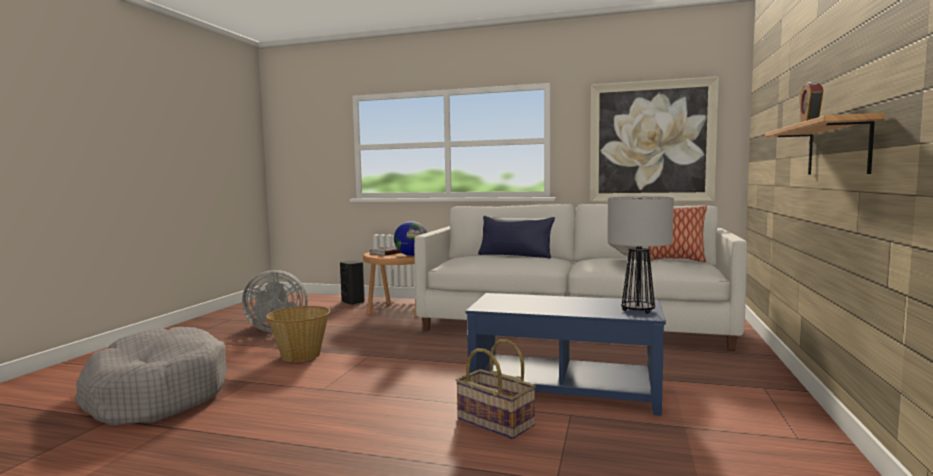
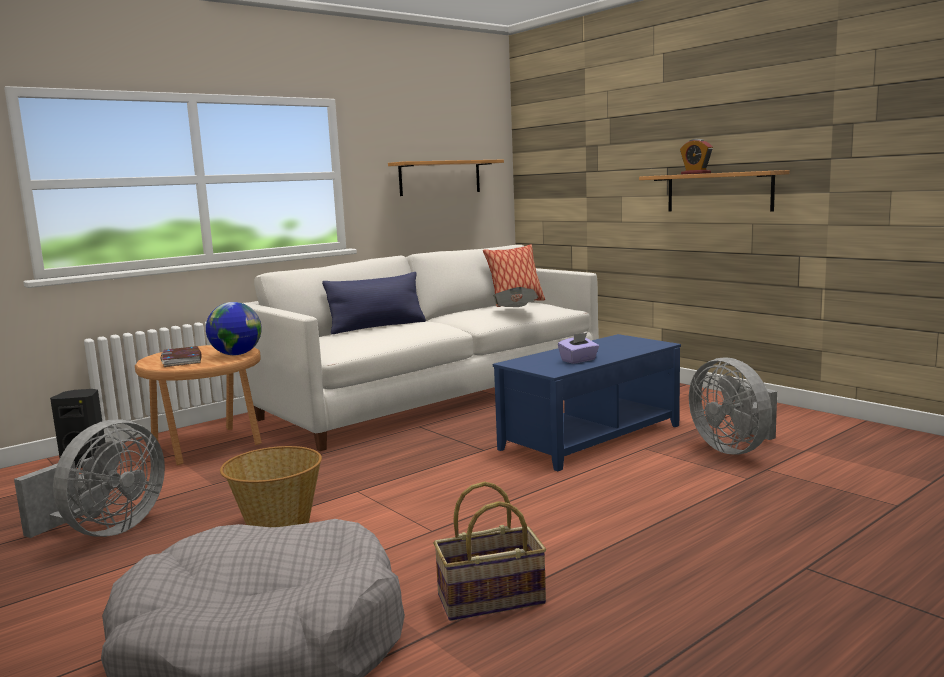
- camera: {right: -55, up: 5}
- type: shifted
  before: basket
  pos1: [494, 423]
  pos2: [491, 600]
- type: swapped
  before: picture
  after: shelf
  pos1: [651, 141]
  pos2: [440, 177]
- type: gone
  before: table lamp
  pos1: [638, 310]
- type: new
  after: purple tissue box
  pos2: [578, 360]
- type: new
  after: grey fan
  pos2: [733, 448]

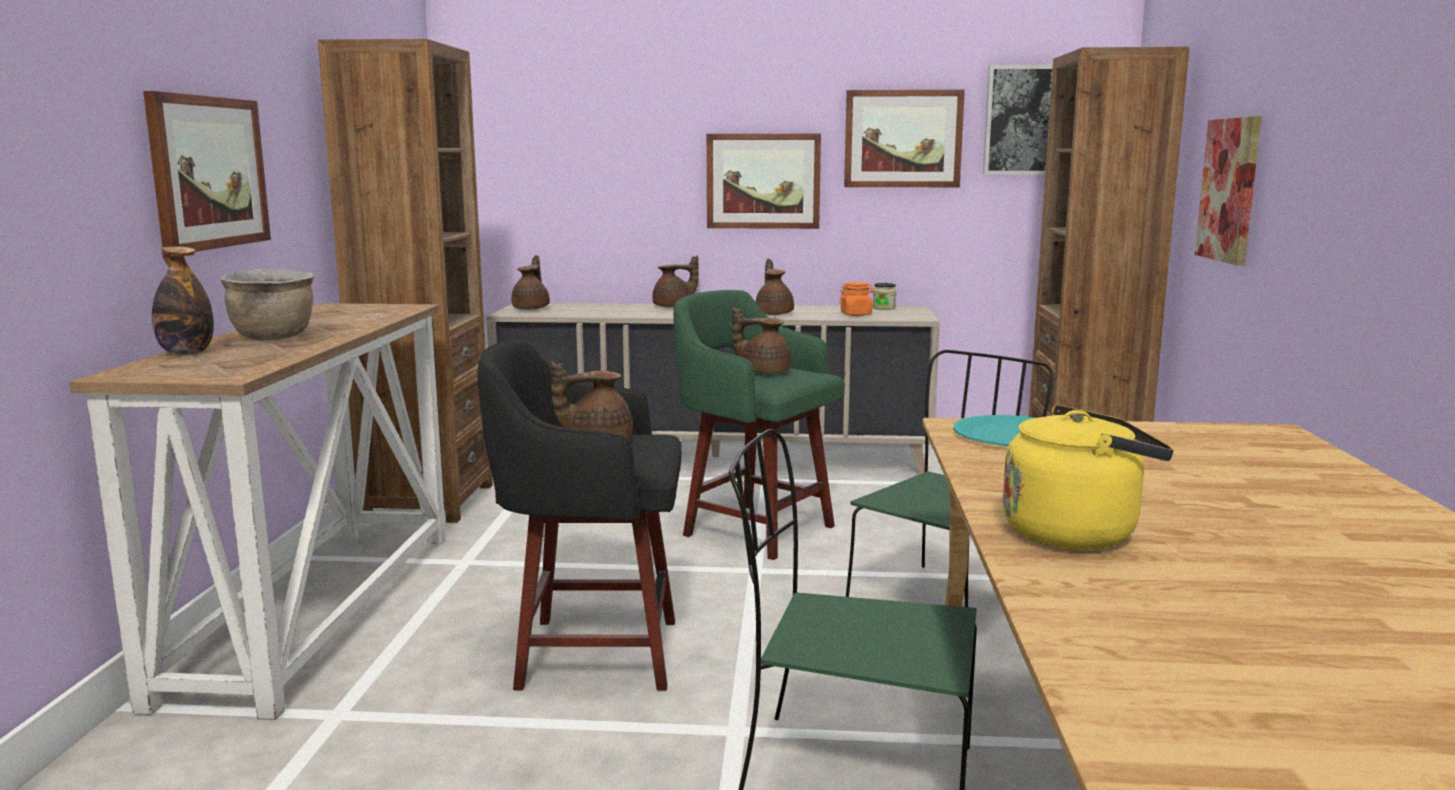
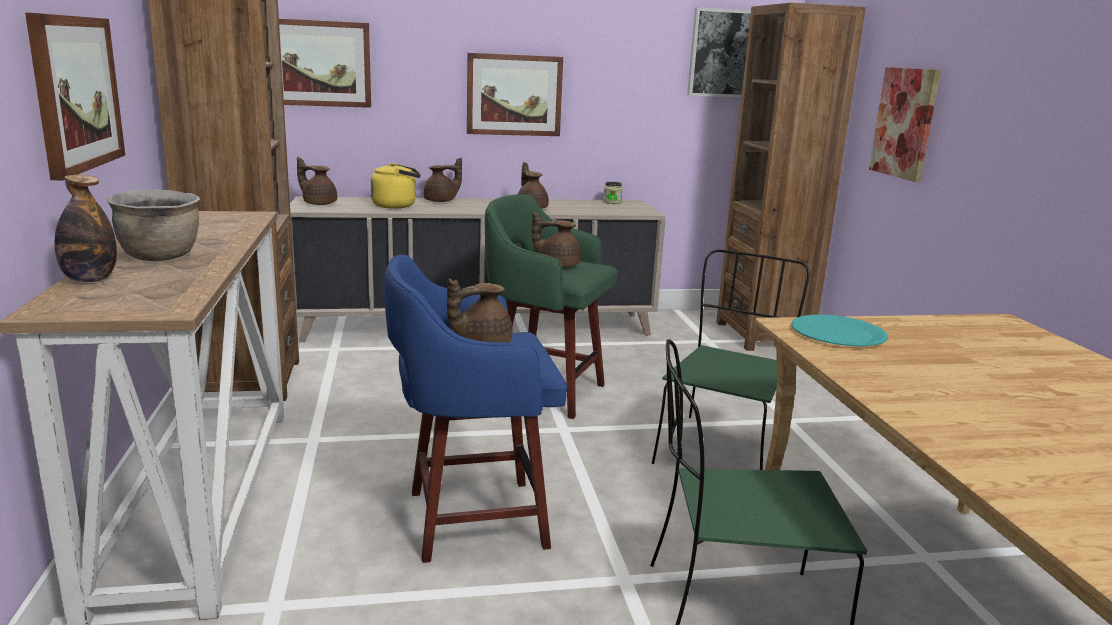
- camera: {right: -15, up: 5}
- type: repainted
  before: black stool
  after: blue stool
  pos1: [591, 653]
  pos2: [470, 520]
- type: rotated
  before: brown teapot
  pos1: [532, 308]
  pos2: [319, 203]
  turn: -60
- type: gone
  before: orange jar
  pos1: [856, 314]
- type: shifted
  before: picture
  pos1: [903, 139]
  pos2: [319, 63]
- type: shifted
  before: yellow kettle
  pos1: [1076, 533]
  pos2: [397, 205]

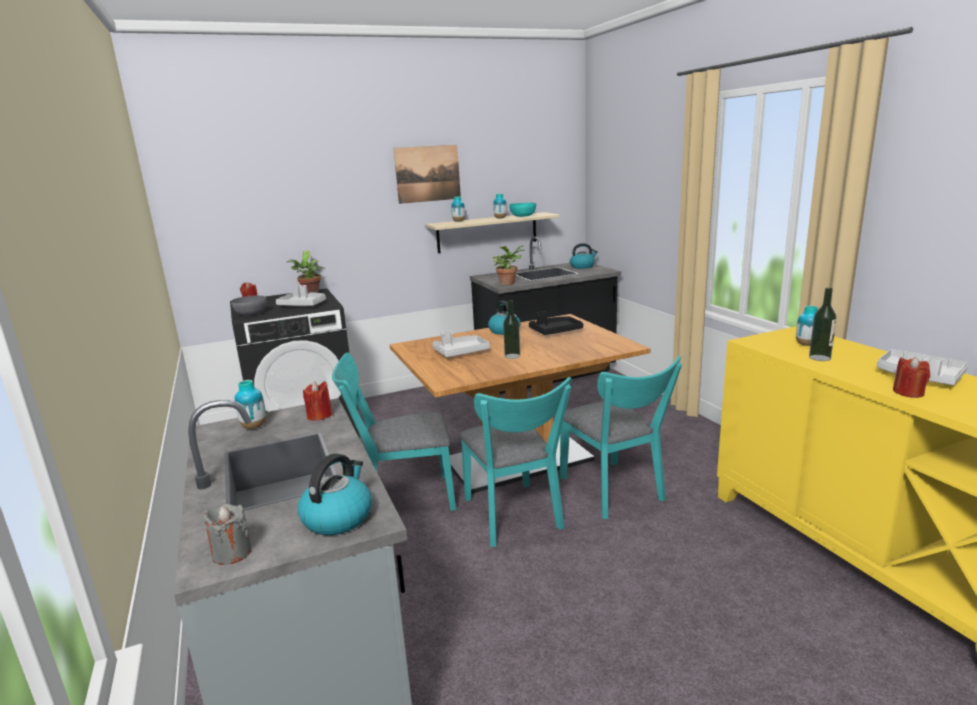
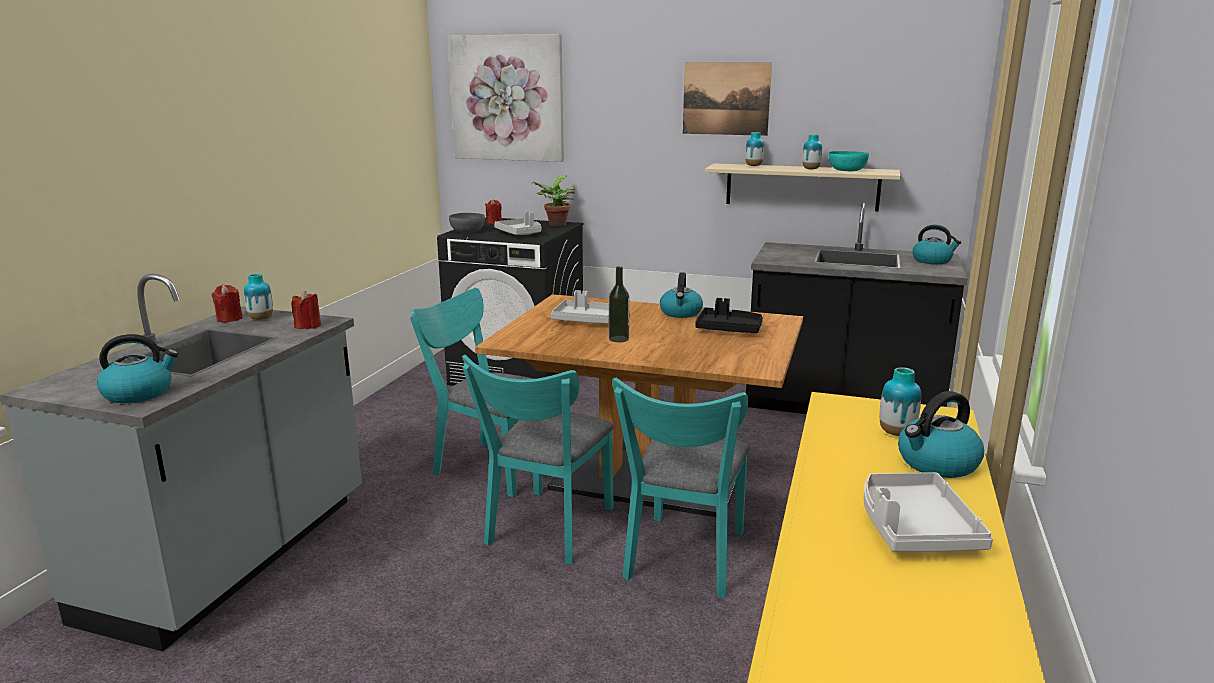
- camera: {right: 40, up: 0}
- type: gone
  before: grey candle
  pos1: [232, 553]
- type: gone
  before: potted plant
  pos1: [508, 283]
- type: gone
  before: bottle
  pos1: [819, 358]
- type: shifted
  before: red candle
  pos1: [908, 392]
  pos2: [229, 319]
- type: new
  after: picture
  pos2: [507, 98]
- type: new
  after: kettle
  pos2: [937, 464]

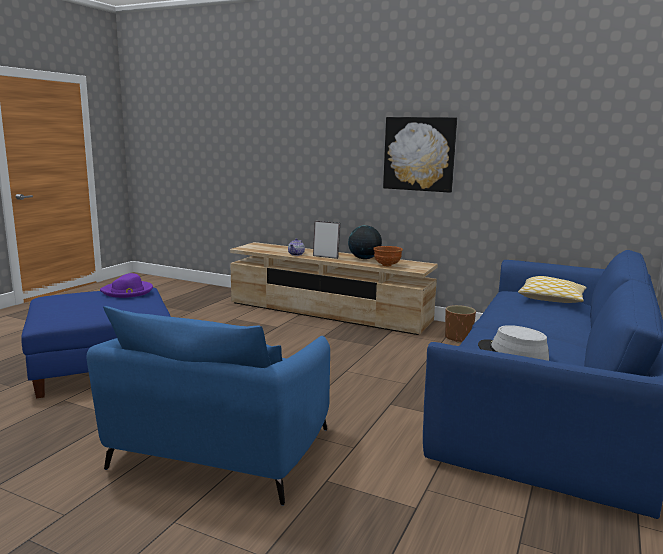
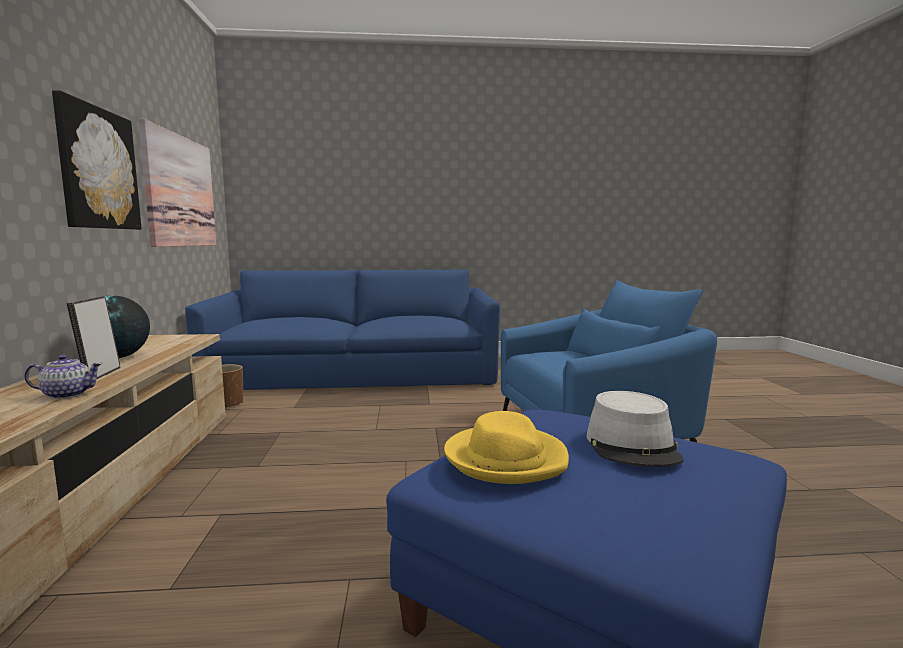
- camera: {right: -120, up: -5}
- type: repainted
  before: purple hat
  after: yellow hat
  pos1: [128, 291]
  pos2: [506, 458]
- type: gone
  before: brown bowl
  pos1: [387, 265]
- type: shifted
  before: grey hat
  pos1: [512, 353]
  pos2: [632, 446]
- type: gone
  before: pillow
  pos1: [551, 299]
- type: new
  after: picture
  pos2: [180, 191]

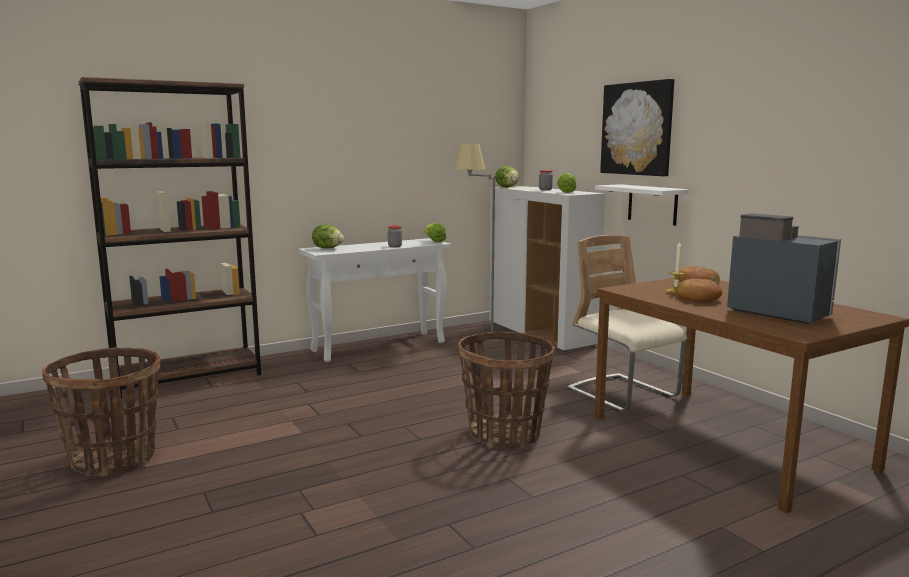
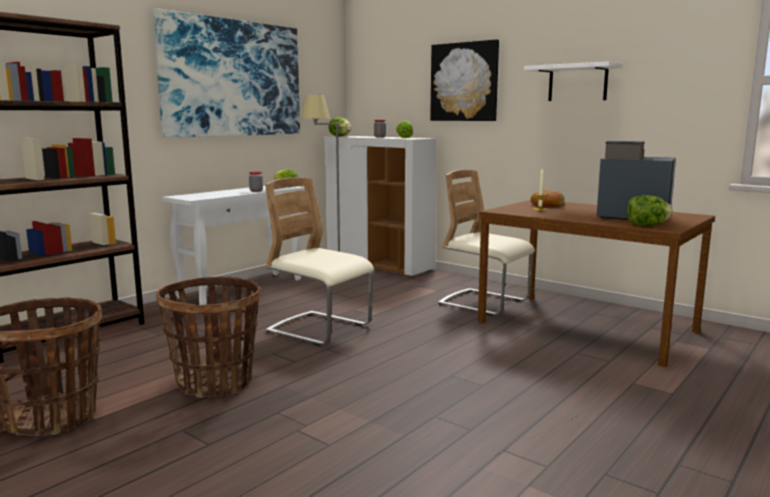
- camera: {right: -20, up: 0}
- type: shifted
  before: lettuce
  pos1: [328, 248]
  pos2: [646, 226]
- type: shifted
  before: basket
  pos1: [505, 434]
  pos2: [215, 382]
- type: shifted
  before: white shelf
  pos1: [652, 204]
  pos2: [577, 83]
- type: gone
  before: bread
  pos1: [698, 298]
- type: new
  after: picture
  pos2: [232, 78]
- type: new
  after: beige chair
  pos2: [319, 329]

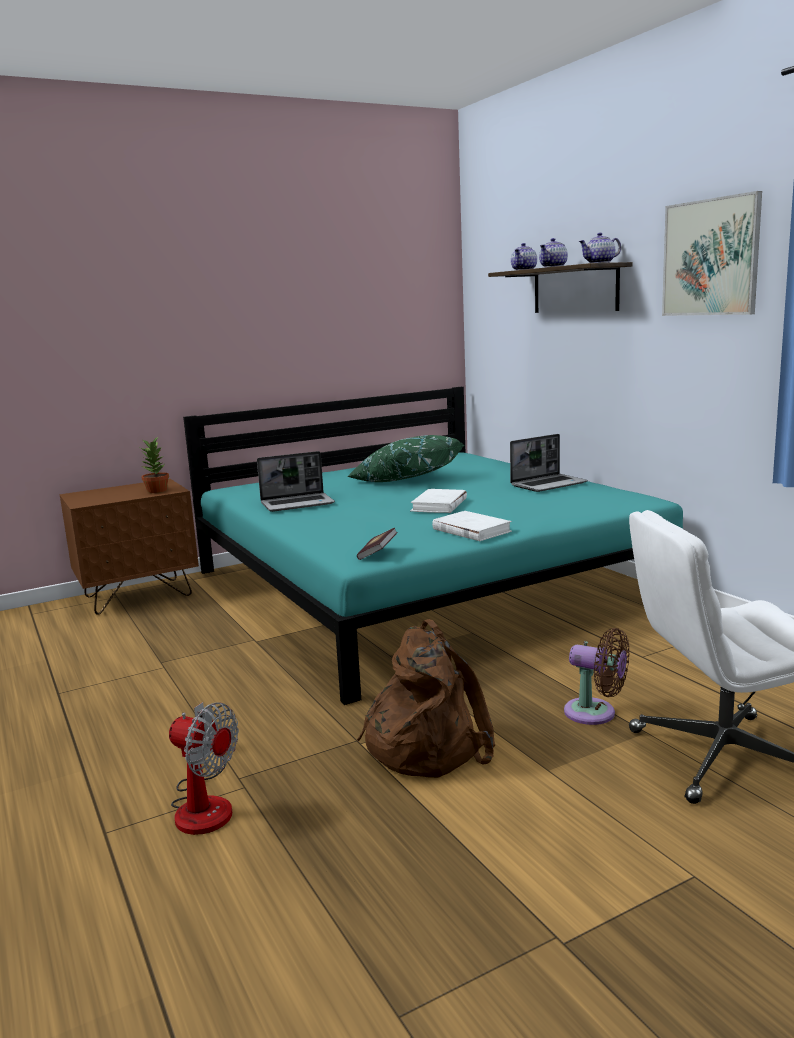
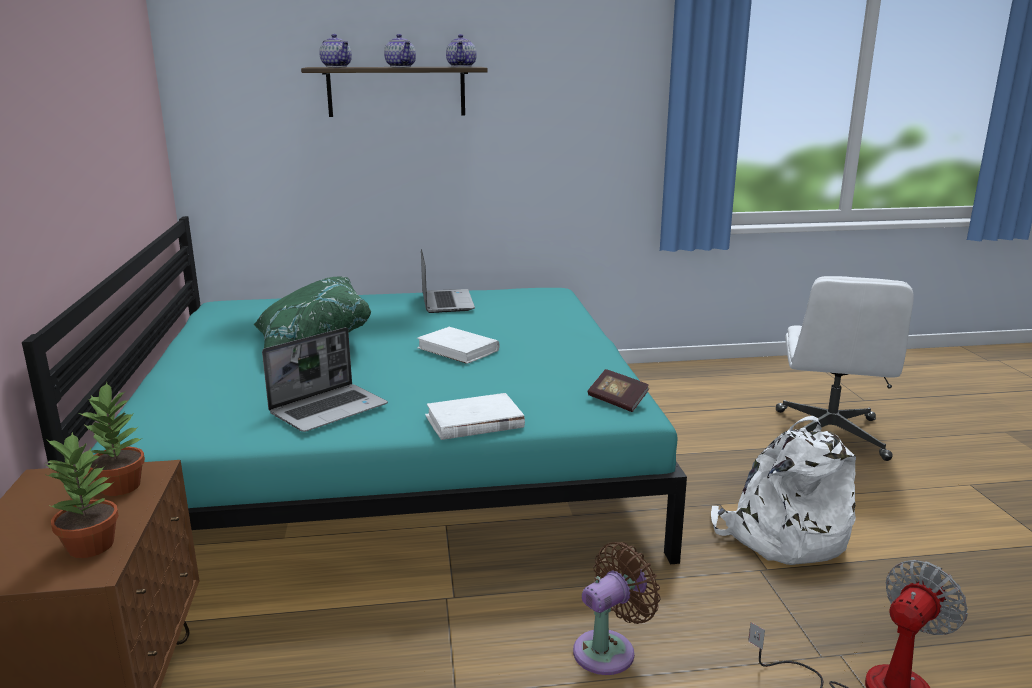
- camera: {right: -70, up: 5}
- type: rotated
  before: laptop
  pos1: [298, 504]
  pos2: [329, 409]
  turn: 45
- type: repainted
  before: brown backpack
  after: white backpack
  pos1: [426, 745]
  pos2: [781, 536]
- type: shifted
  before: white book
  pos1: [471, 530]
  pos2: [474, 422]
- type: shifted
  before: brown fan
  pos1: [595, 713]
  pos2: [609, 650]
- type: gone
  before: picture
  pos1: [710, 257]
- type: new
  after: potted plant
  pos2: [90, 545]

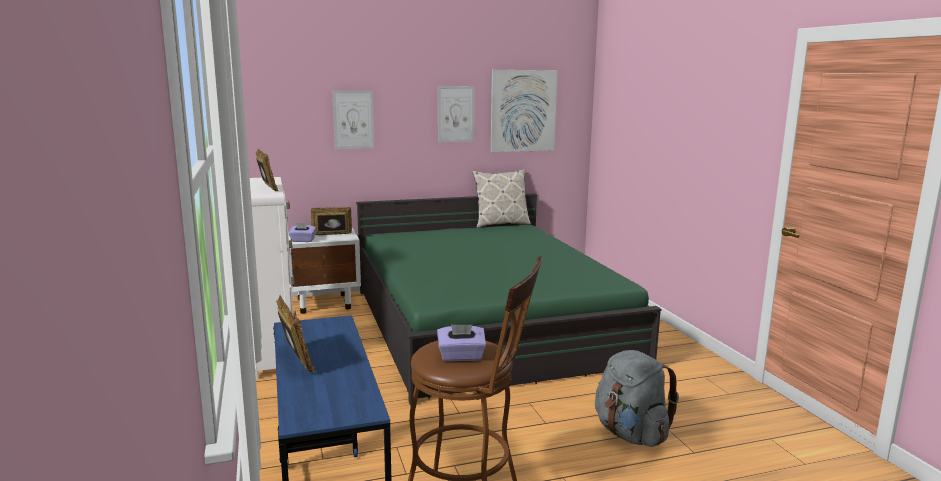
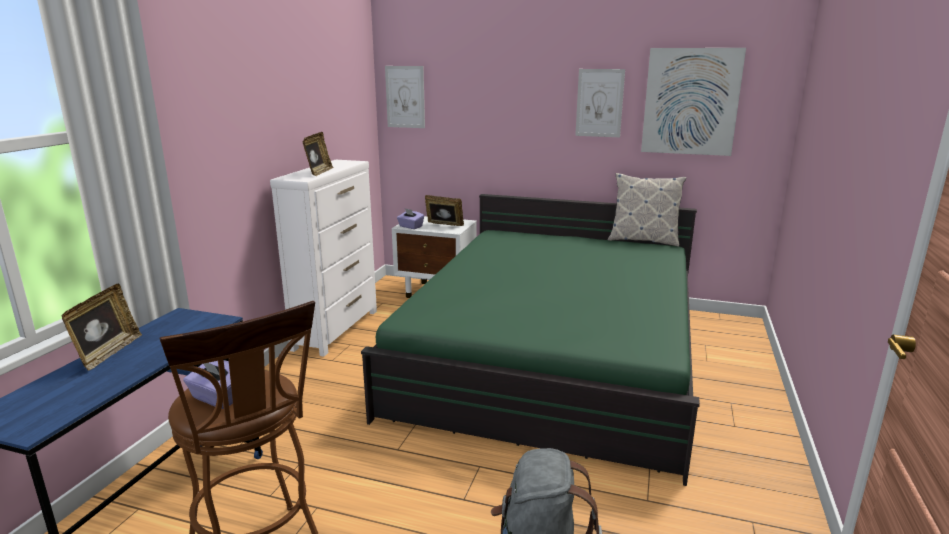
- camera: {right: 35, up: 5}
- type: shifted
  before: picture
  pos1: [353, 119]
  pos2: [405, 97]

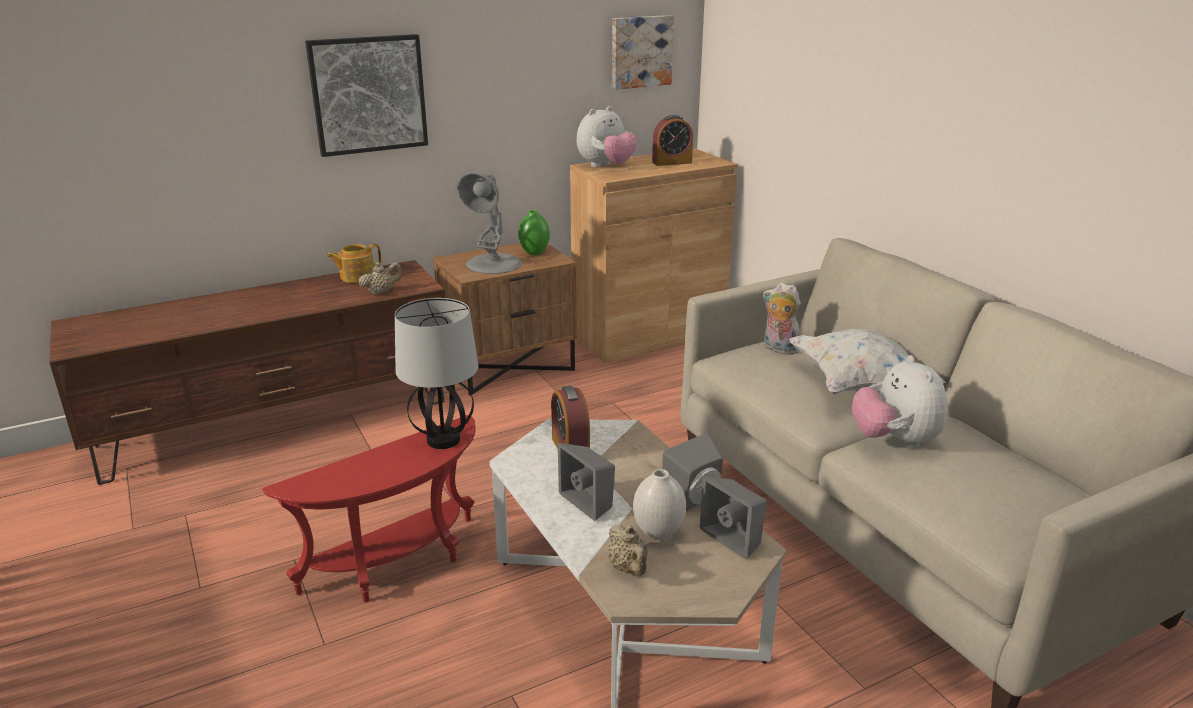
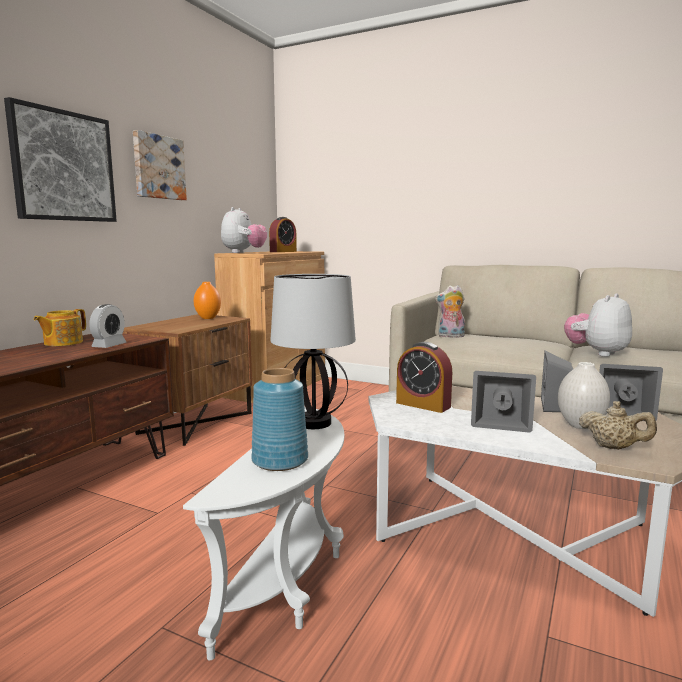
- camera: {right: -35, up: -15}
- type: repainted
  before: red side table
  after: white side table
  pos1: [398, 566]
  pos2: [290, 582]
- type: swapped
  before: beige teapot
  after: alarm clock
  pos1: [382, 292]
  pos2: [109, 346]
- type: gone
  before: grey table lamp
  pos1: [493, 264]
- type: repainted
  before: green vase
  after: orange vase
  pos1: [534, 253]
  pos2: [207, 318]
- type: shifted
  before: picture
  pos1: [640, 51]
  pos2: [158, 167]
- type: gone
  before: white pillow
  pos1: [858, 384]
- type: rotated
  before: plush toy
  pos1: [895, 441]
  pos2: [597, 353]
  turn: 90
- type: new
  after: blue vase
  pos2: [280, 461]

